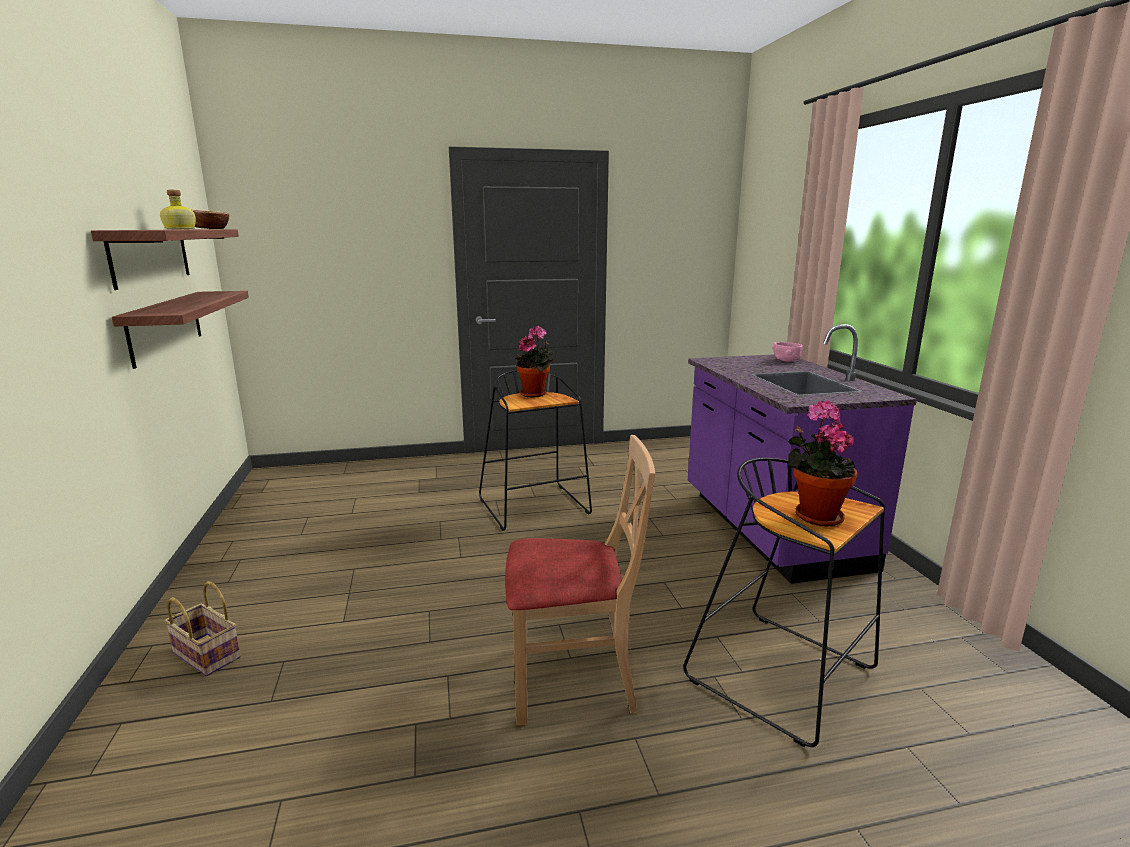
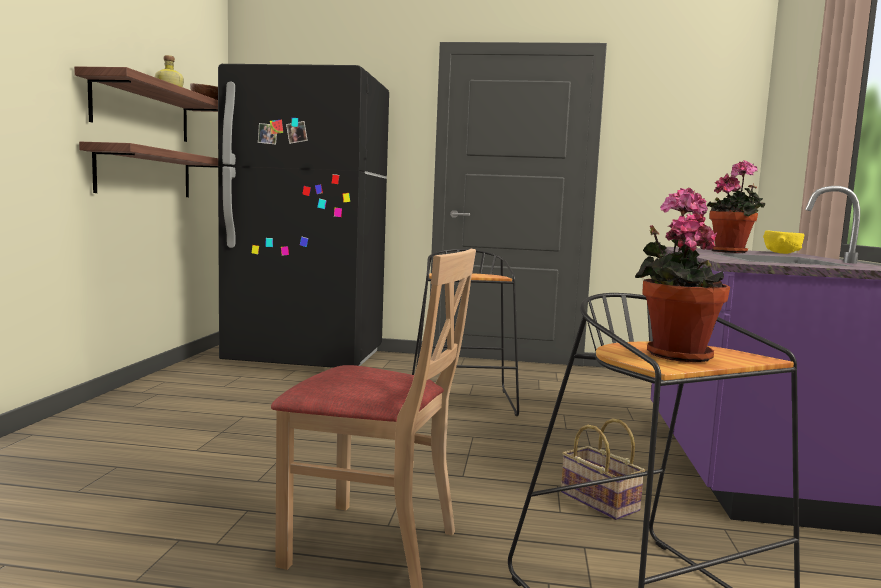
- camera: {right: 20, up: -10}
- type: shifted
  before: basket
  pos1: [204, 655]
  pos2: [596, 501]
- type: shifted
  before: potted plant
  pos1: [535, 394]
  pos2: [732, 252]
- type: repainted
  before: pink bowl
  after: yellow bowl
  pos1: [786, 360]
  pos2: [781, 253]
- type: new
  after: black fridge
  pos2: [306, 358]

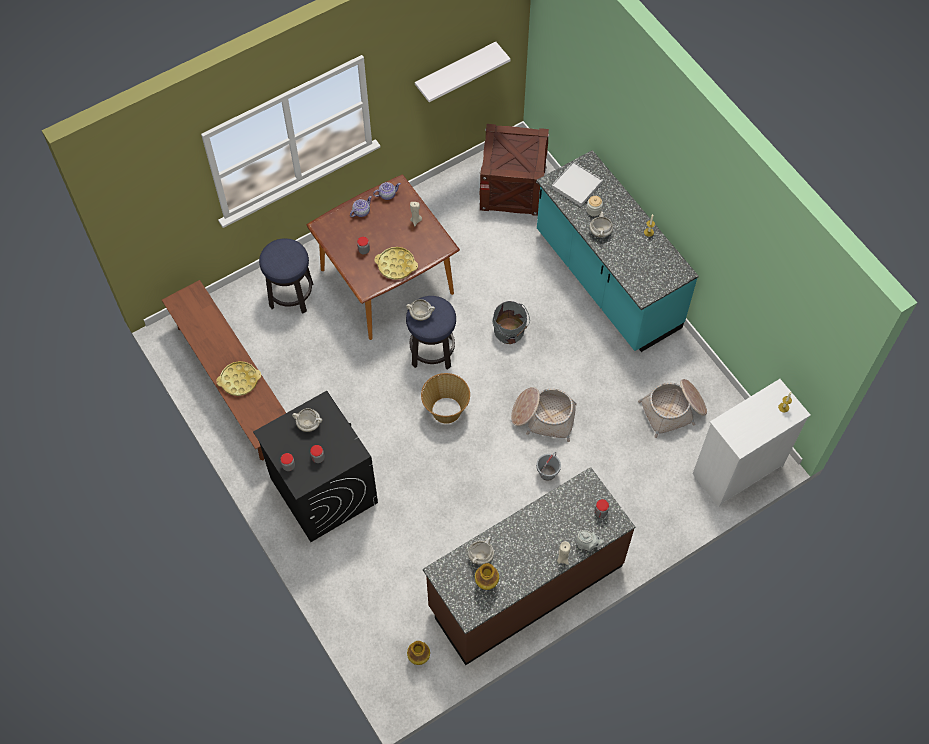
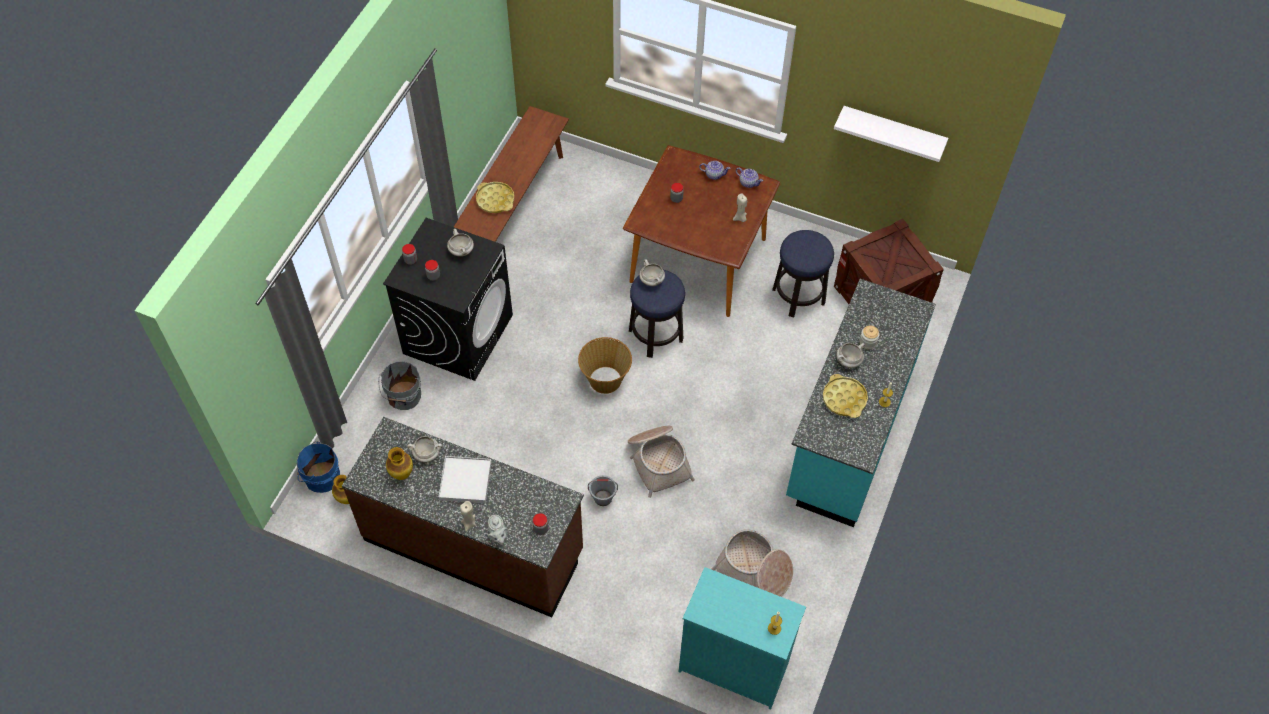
- camera: {right: 55, up: -5}
- type: shifted
  before: stool
  pos1: [291, 295]
  pos2: [798, 296]
- type: shifted
  before: yellow tray
  pos1: [396, 265]
  pos2: [844, 399]
- type: shifted
  before: grey bucket
  pos1: [510, 332]
  pos2: [404, 397]
- type: shifted
  before: white tray
  pos1: [577, 185]
  pos2: [465, 481]
- type: repainted
  before: white dresser
  after: turquoise dresser
  pos1: [736, 470]
  pos2: [732, 666]
- type: new
  after: blue bucket
  pos2: [321, 477]

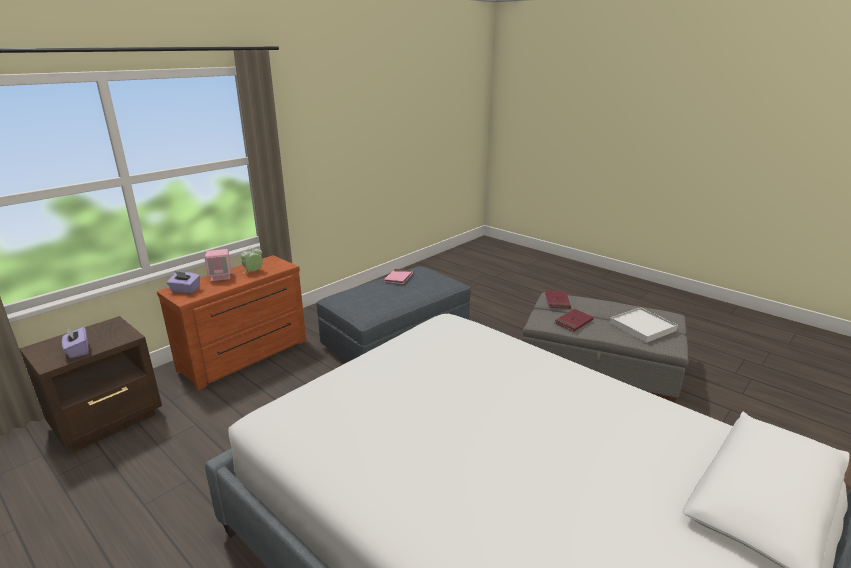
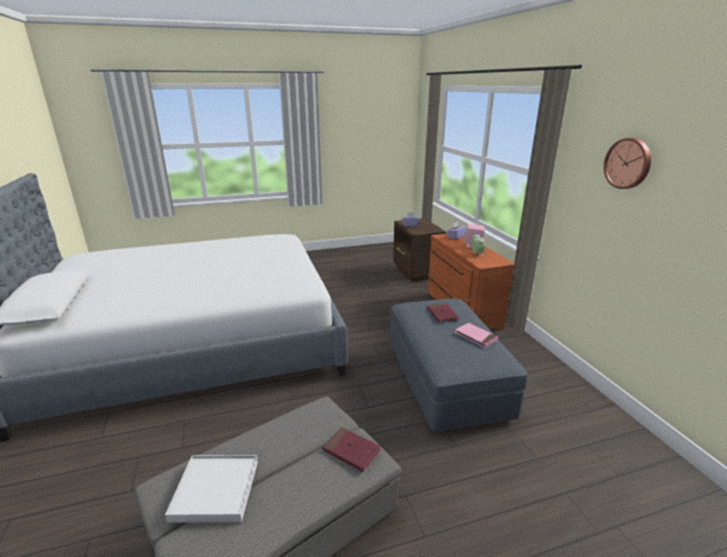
- camera: {right: 120, up: 0}
- type: shifted
  before: red book
  pos1: [573, 322]
  pos2: [442, 314]
- type: new
  after: wall clock
  pos2: [628, 163]

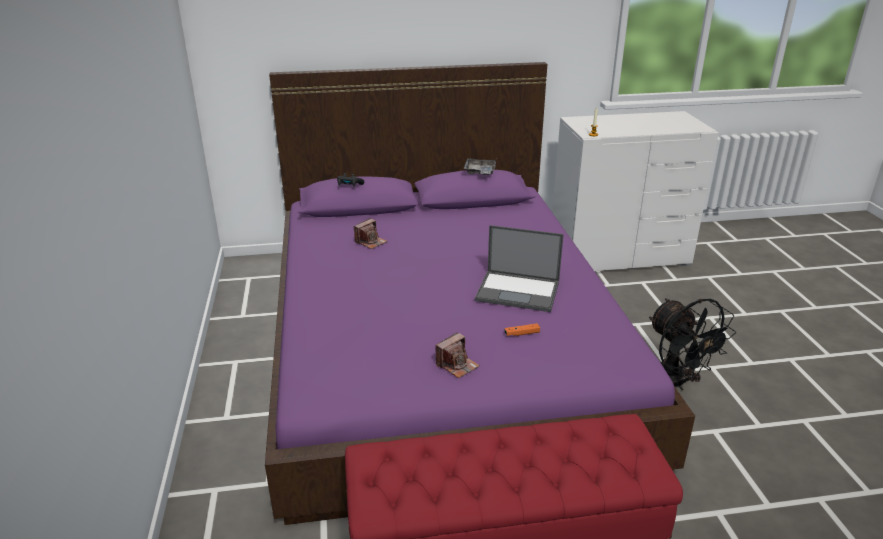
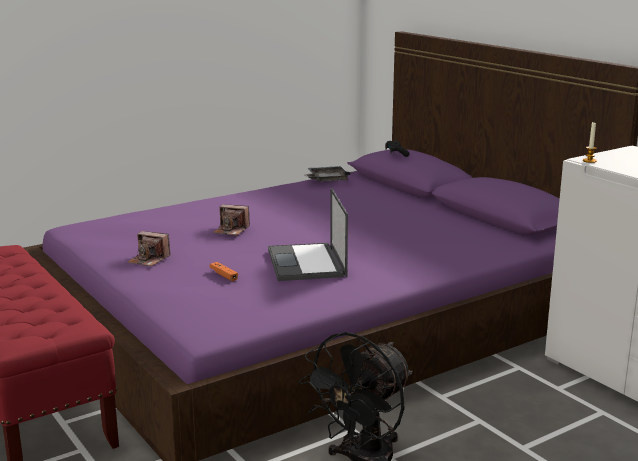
- camera: {right: 65, up: -10}
- type: shifted
  before: photo camera
  pos1: [371, 242]
  pos2: [231, 230]
- type: shifted
  before: grey tray
  pos1: [480, 172]
  pos2: [326, 180]

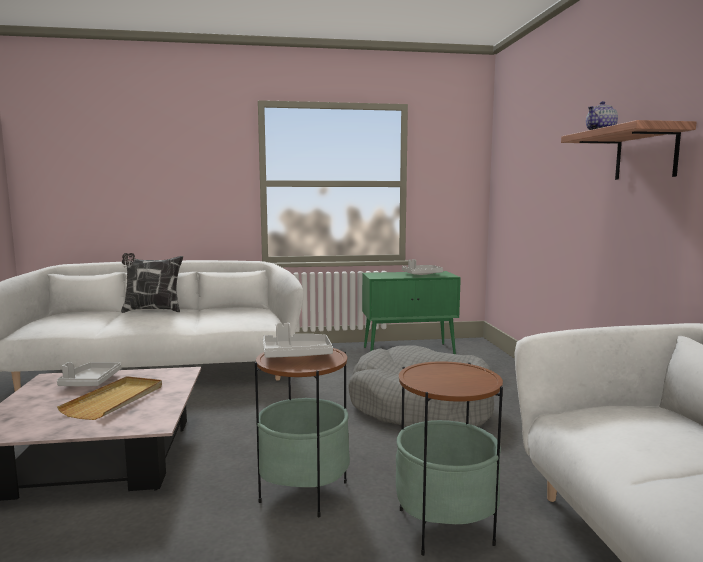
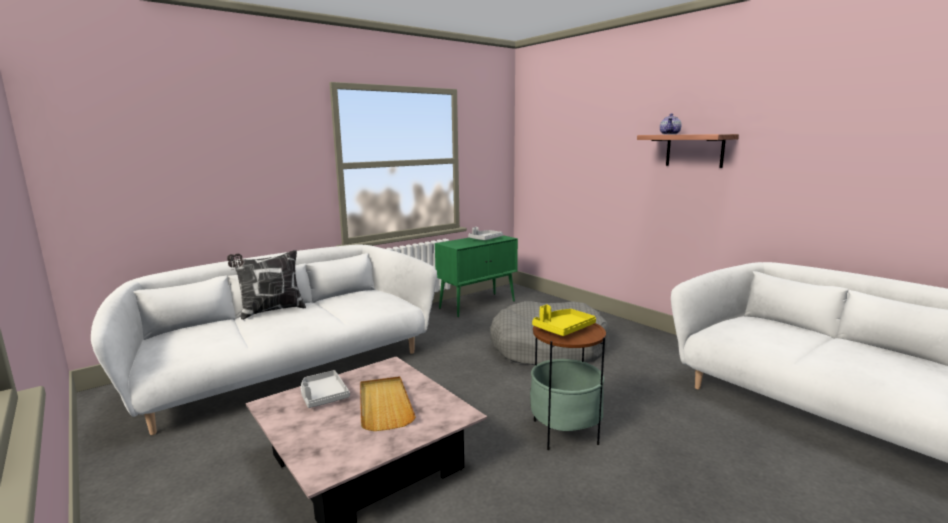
- camera: {right: -30, up: 5}
- type: repainted
  before: grey tray
  after: yellow tray
  pos1: [296, 355]
  pos2: [563, 329]
- type: gone
  before: side table
  pos1: [445, 526]

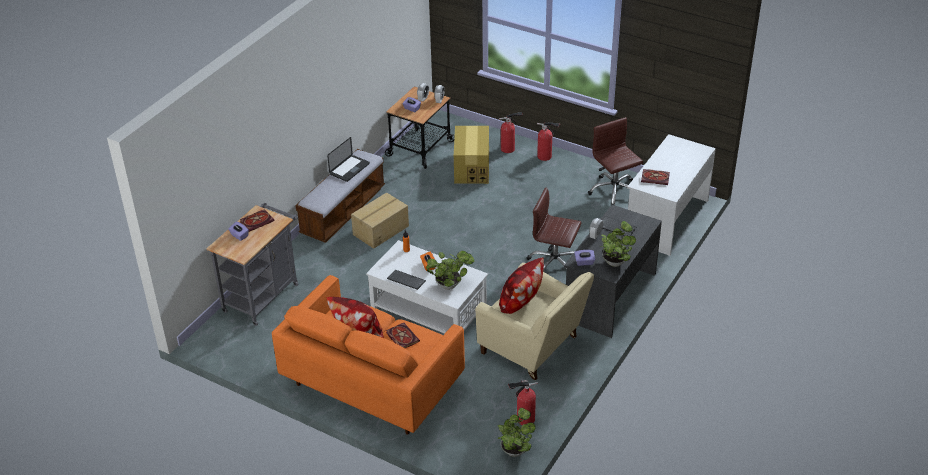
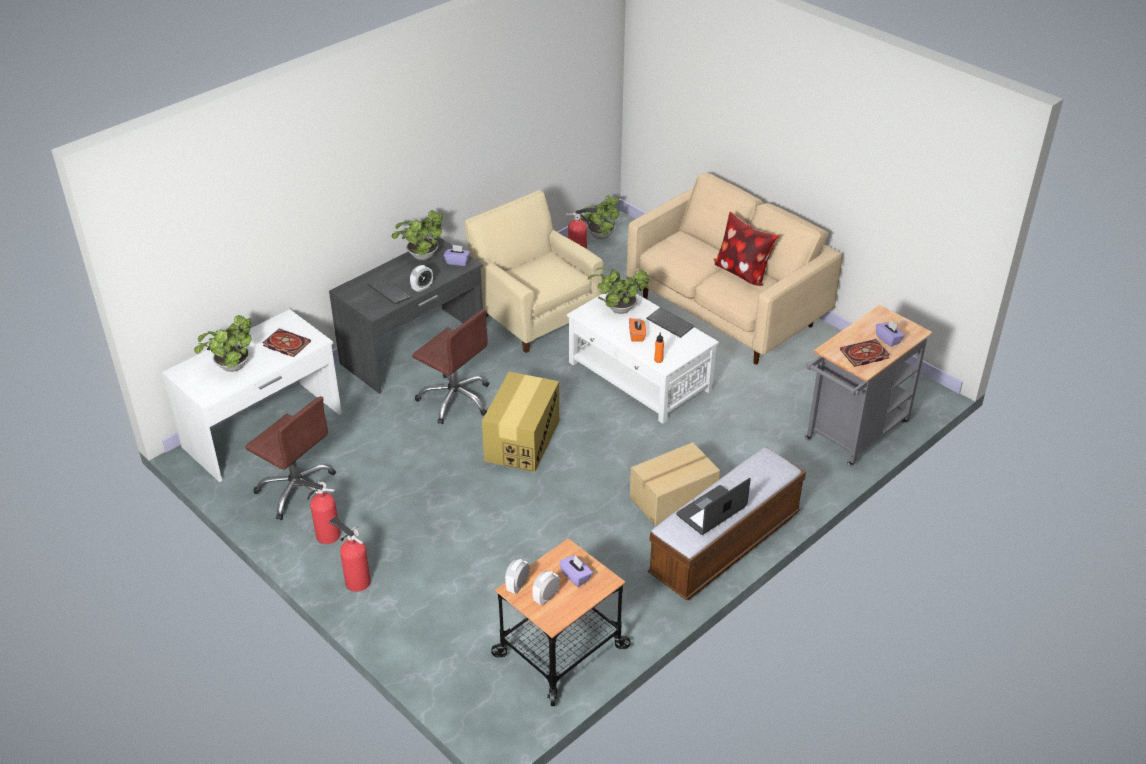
- camera: {right: -165, up: 0}
- type: repainted
  before: orange sofa
  after: beige sofa
  pos1: [373, 384]
  pos2: [726, 311]
- type: gone
  before: book
  pos1: [401, 337]
- type: shifted
  before: cardboard box
  pos1: [471, 168]
  pos2: [522, 441]
- type: shifted
  before: fire extinguisher
  pos1: [509, 149]
  pos2: [325, 534]
- type: gone
  before: pillow
  pos1: [521, 302]
- type: rotated
  before: brown office chair
  pos1: [614, 191]
  pos2: [298, 490]
  turn: -45
- type: new
  after: potted plant
  pos2: [231, 367]

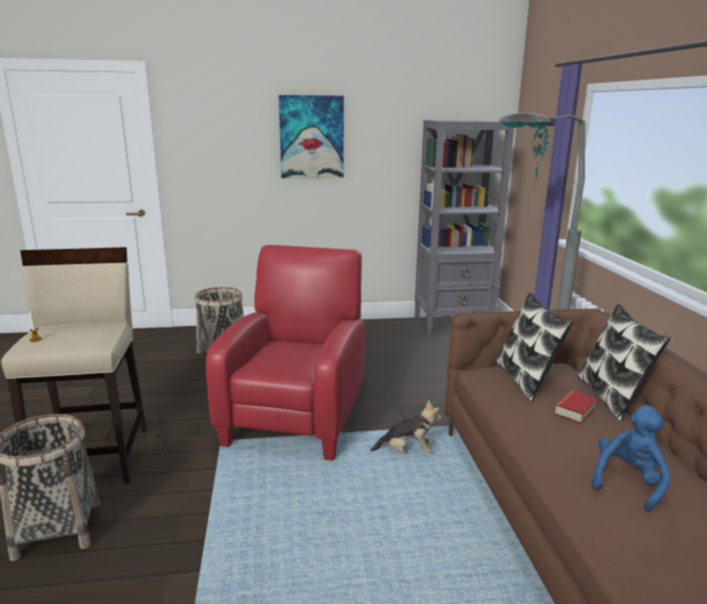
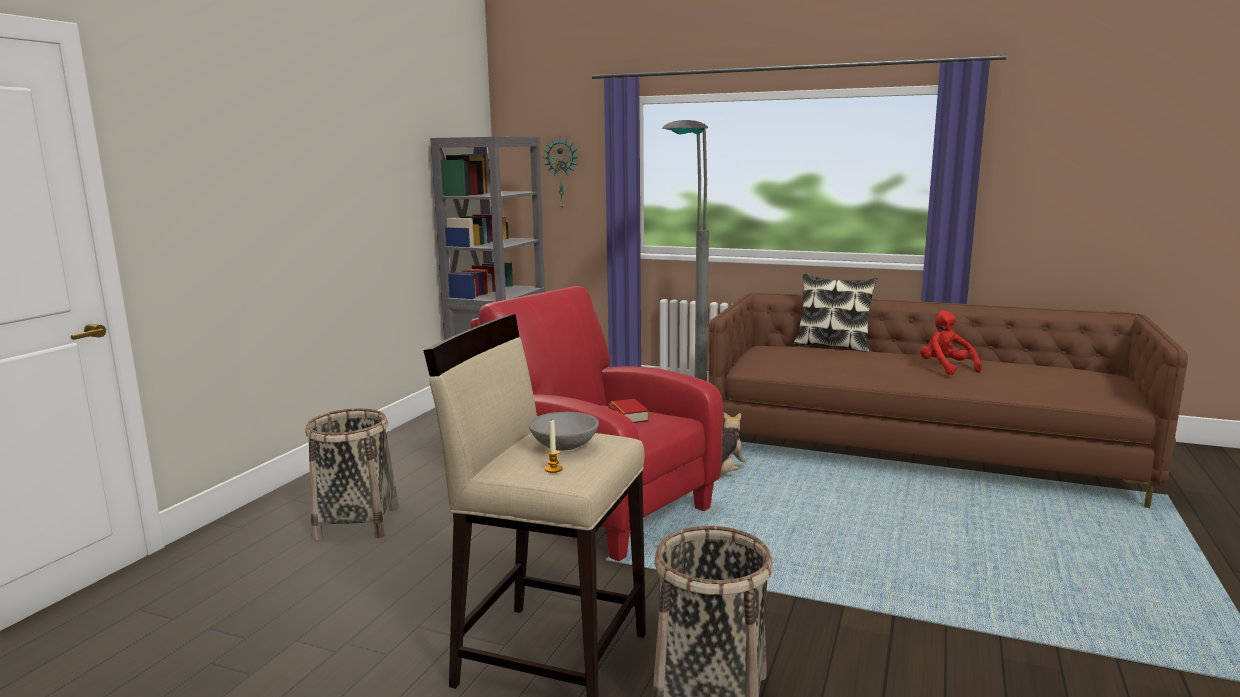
- camera: {right: -60, up: -5}
- type: gone
  before: picture
  pos1: [311, 137]
- type: gone
  before: pillow
  pos1: [526, 380]
- type: shifted
  before: book
  pos1: [574, 410]
  pos2: [628, 416]
- type: repainted
  before: blue plush toy
  after: red plush toy
  pos1: [628, 482]
  pos2: [945, 368]
- type: new
  after: grey bowl
  pos2: [564, 446]

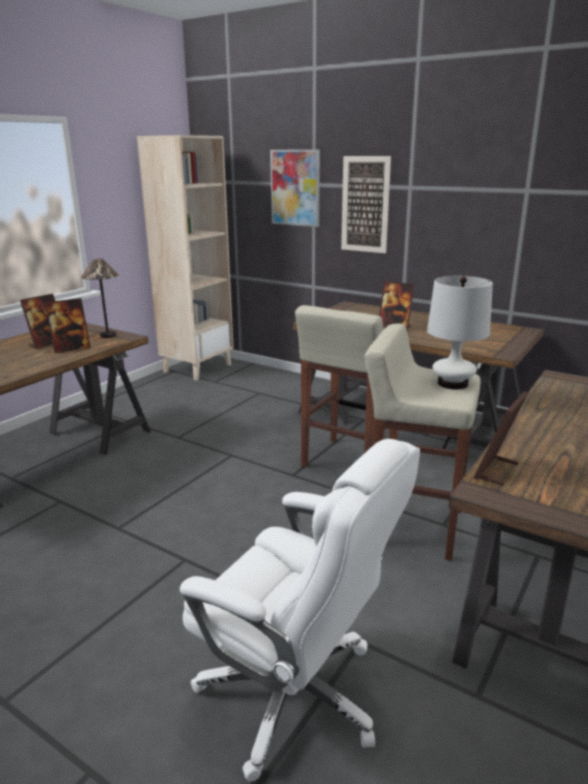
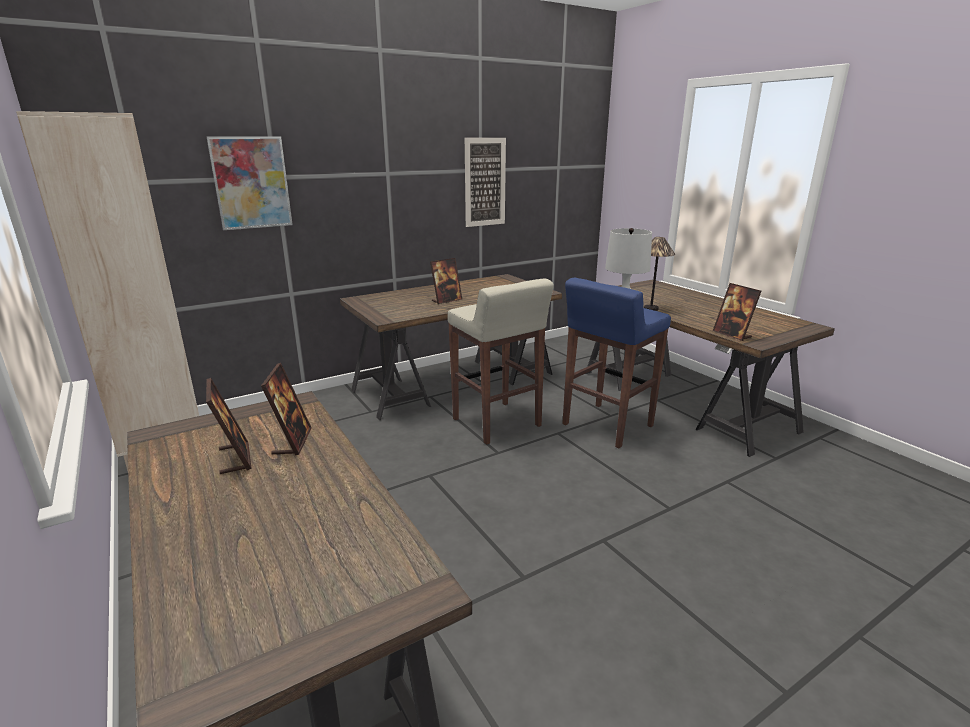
- camera: {right: -65, up: 0}
- type: shifted
  before: table lamp
  pos1: [107, 335]
  pos2: [650, 309]
- type: gone
  before: white office chair
  pos1: [295, 695]
- type: shifted
  before: picture
  pos1: [365, 204]
  pos2: [485, 182]
- type: repainted
  before: beige stool
  after: blue stool
  pos1: [413, 526]
  pos2: [606, 426]

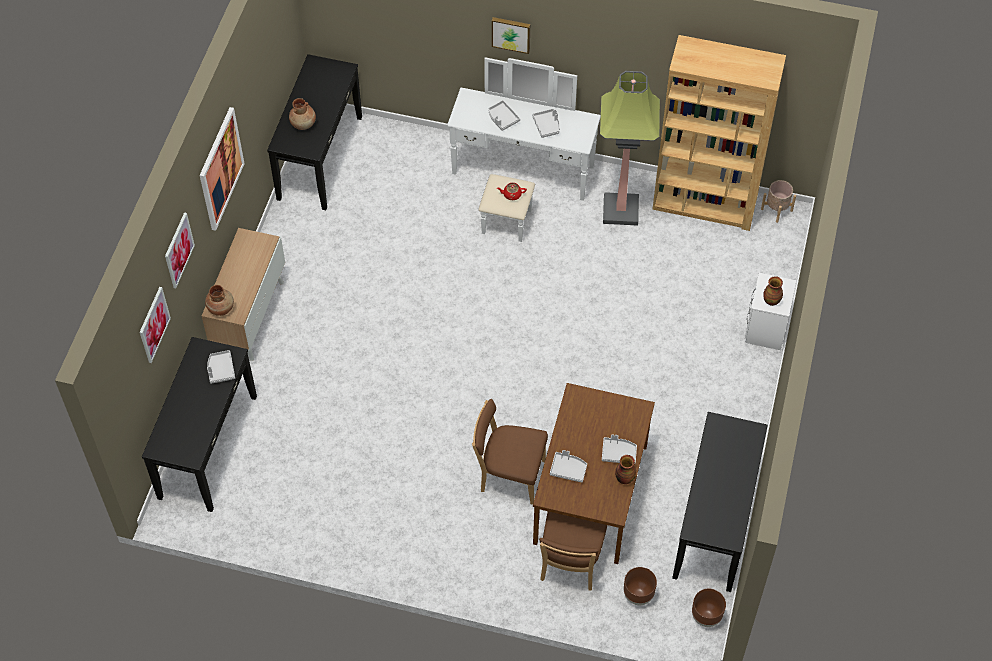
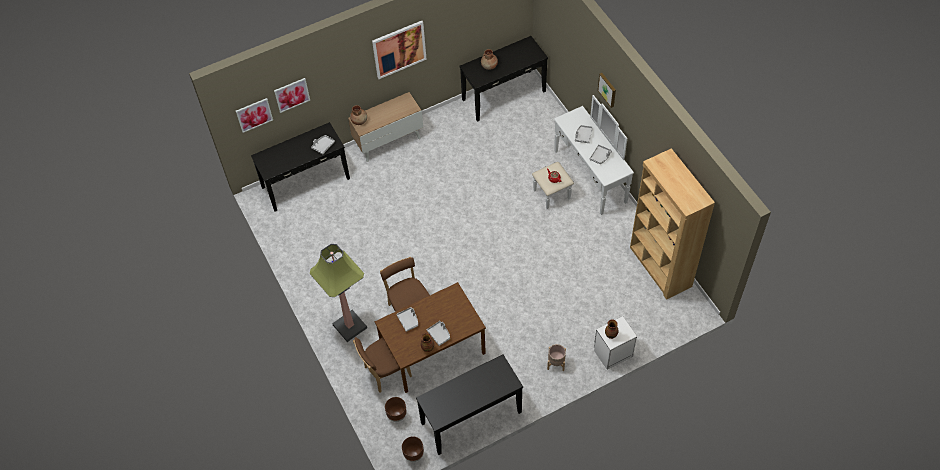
- camera: {right: 50, up: 0}
- type: shifted
  before: picture
  pos1: [178, 250]
  pos2: [254, 115]
- type: shifted
  before: floor lamp
  pos1: [621, 211]
  pos2: [349, 327]
- type: shifted
  before: beige planter
  pos1: [776, 209]
  pos2: [556, 363]

